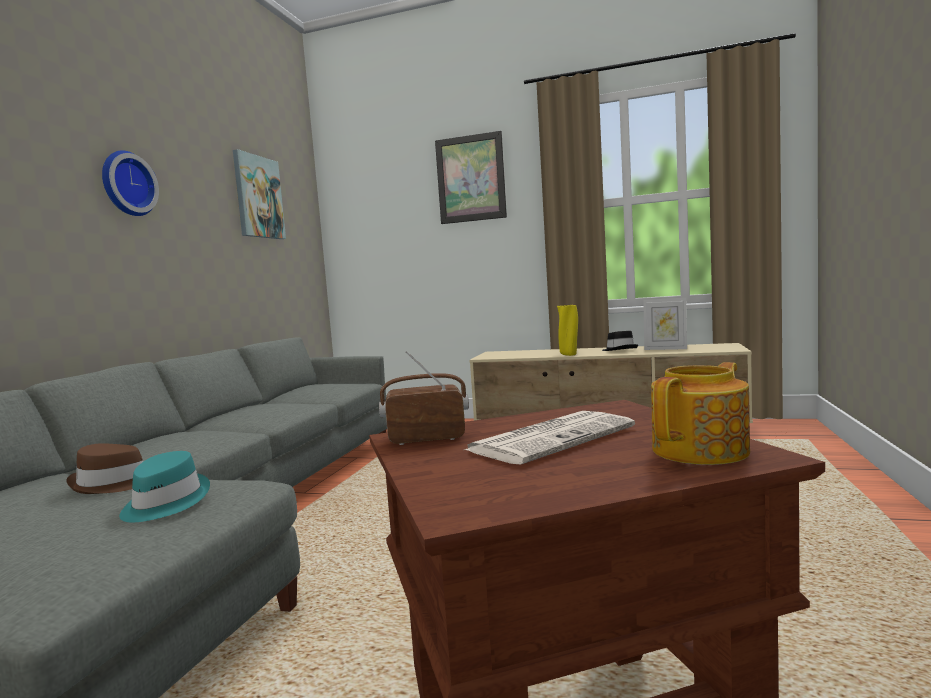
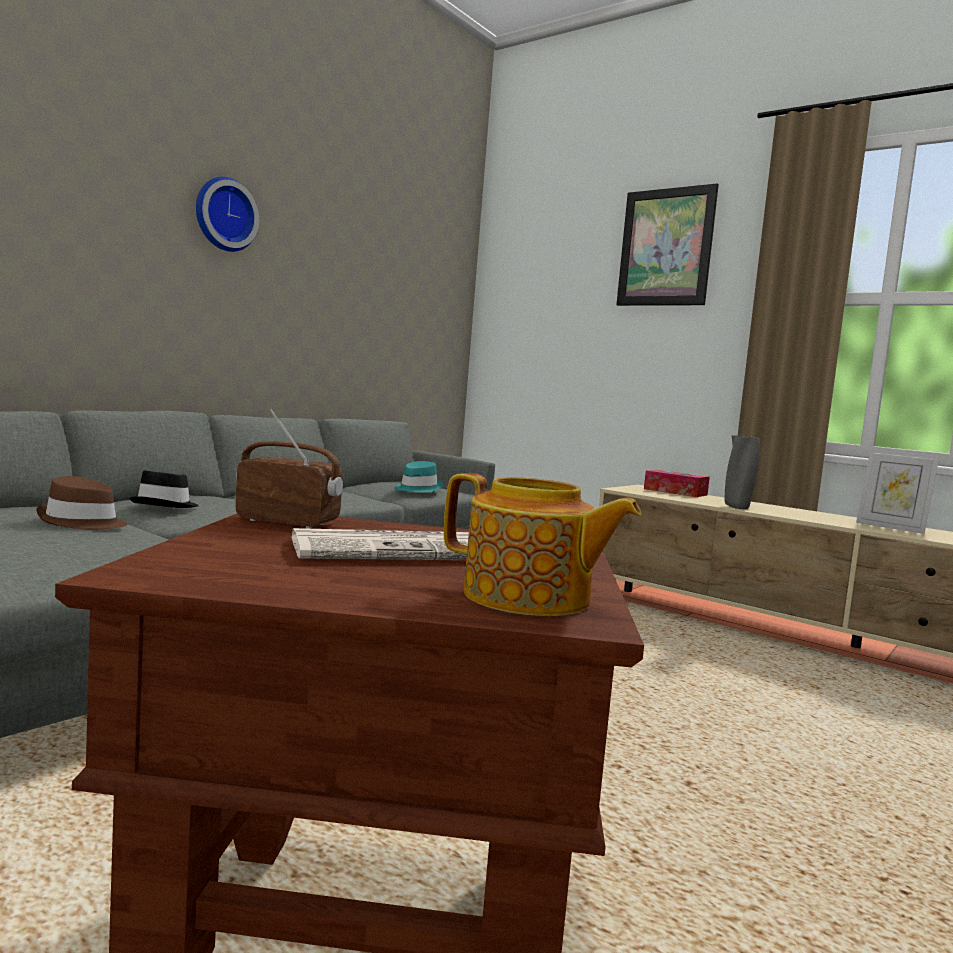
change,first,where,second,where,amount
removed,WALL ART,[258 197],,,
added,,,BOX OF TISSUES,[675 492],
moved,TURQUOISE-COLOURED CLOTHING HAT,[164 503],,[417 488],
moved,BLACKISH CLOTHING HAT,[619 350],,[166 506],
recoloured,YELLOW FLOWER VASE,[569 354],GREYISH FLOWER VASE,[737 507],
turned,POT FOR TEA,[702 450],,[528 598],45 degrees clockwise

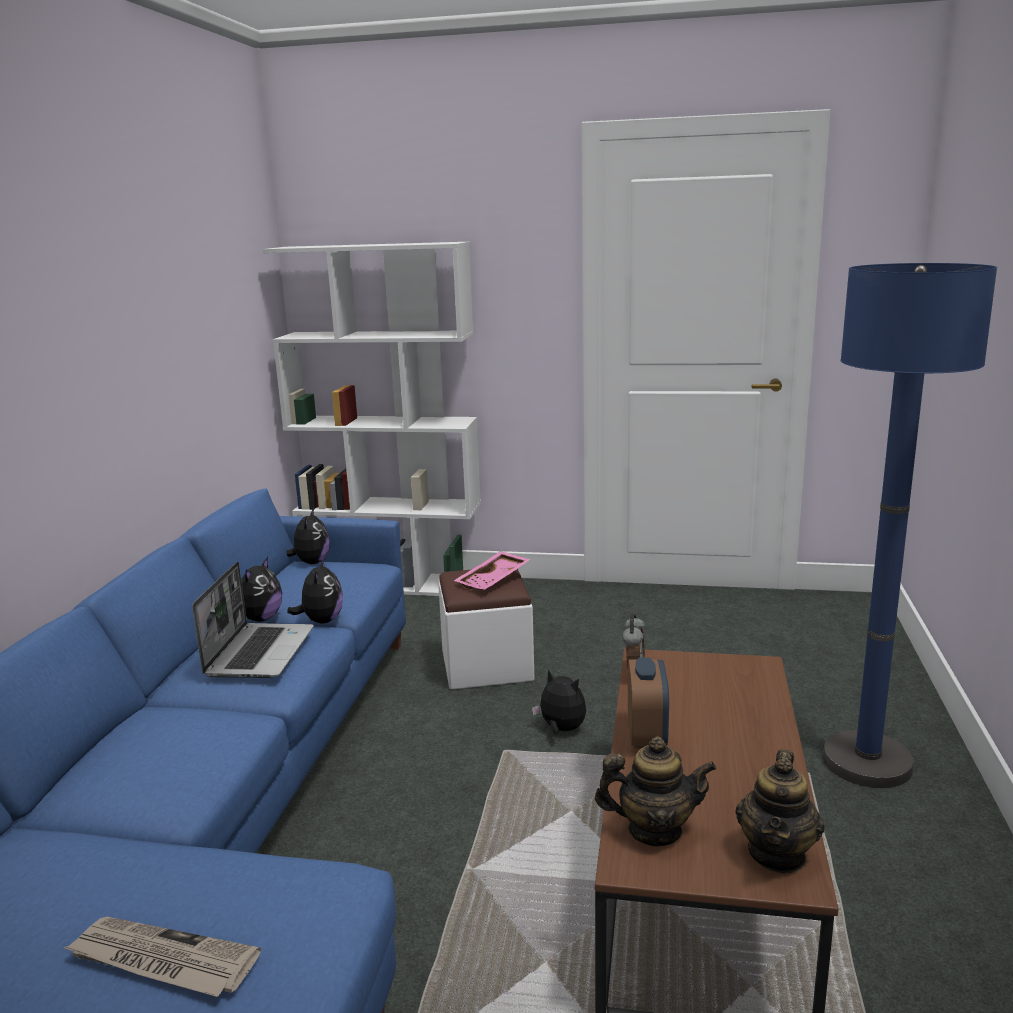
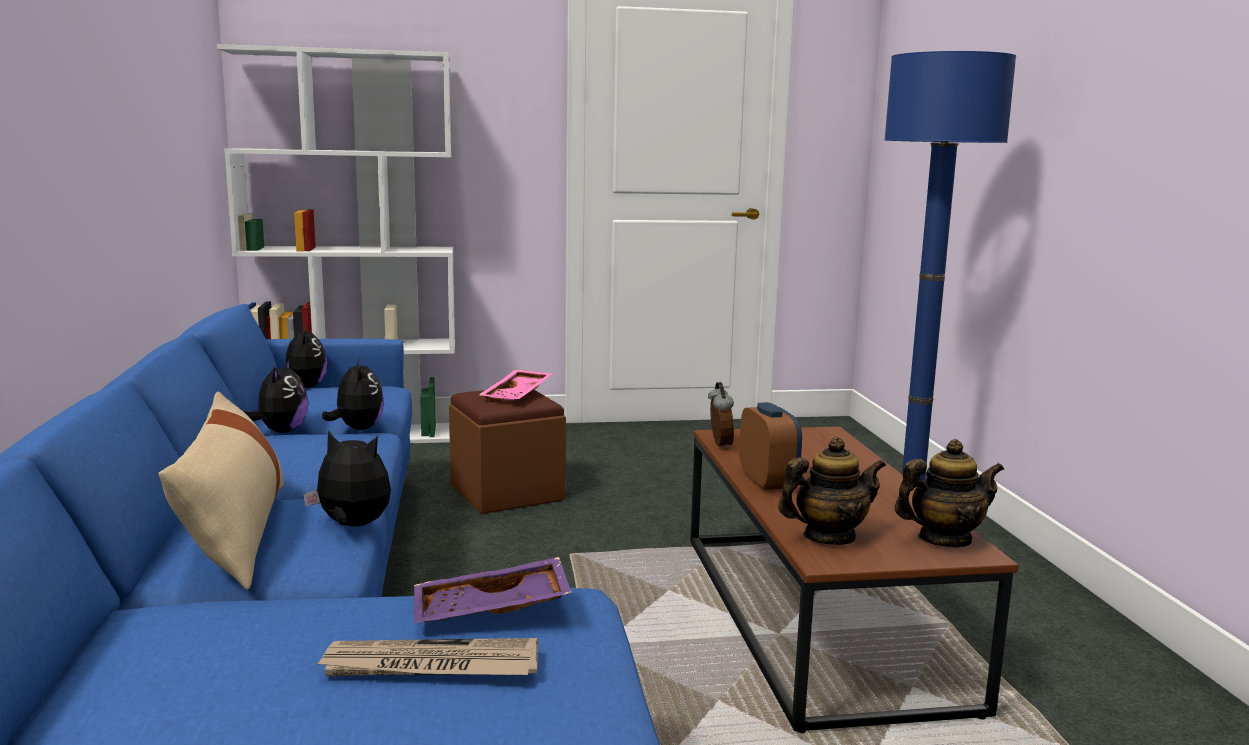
change,first,where,second,where,amount
removed,NOTEBOOK COMPUTER,[259 652],,,
added,,,BEIGE CUSHION,[235 532],
added,,,PURPLE-COLOURED TRAY,[491 611],
moved,SOFT TOY,[561 730],,[352 526],
recoloured,WHITE OTTOMAN,[486 665],BROWN-COLOURED OTTOMAN,[507 493],
turned,POT FOR TEA,[777 854],,[944 539],105 degrees counterclockwise

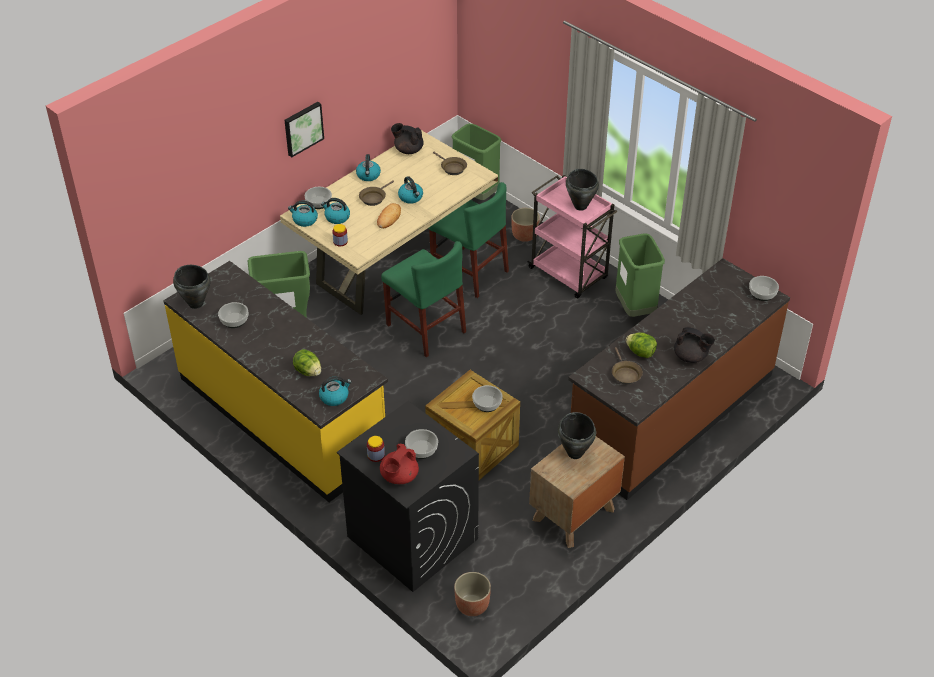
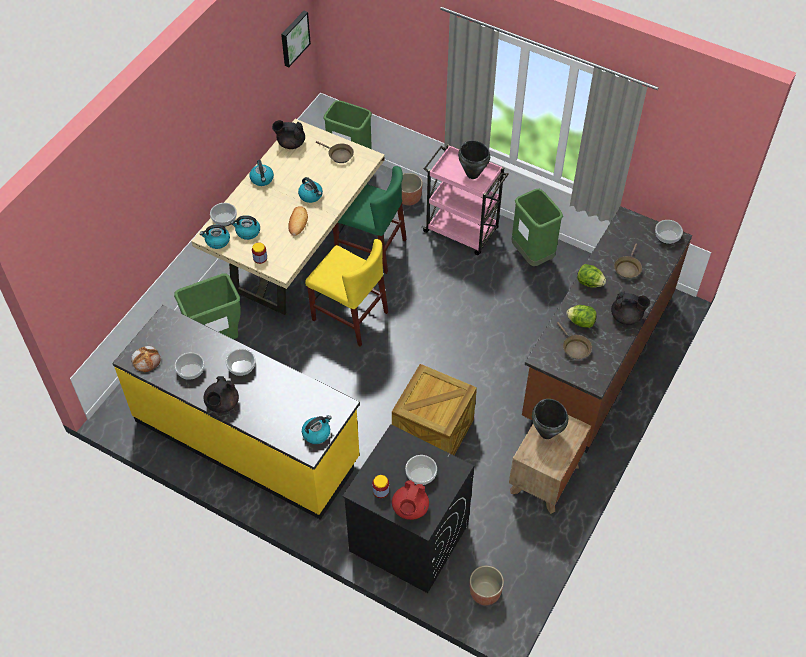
change,first,where,second,where,amount
added,,,BLACKISH POT FOR TEA,[222 404],
moved,WALL ART,[302 128],,[294 38],
moved,LETTUCE,[308 371],,[589 282],
moved,BROWN-COLOURED SKILLET,[374 198],,[627 268],
moved,SERVING BOWL,[487 404],,[241 367],
replaced,BLACKISH COOKING POT,[196 303],BAKED BREAD,[146 359],
recoloured,GREENISH PLAIN CHAIR,[425 328],YELLOW PLAIN CHAIR,[349 316],

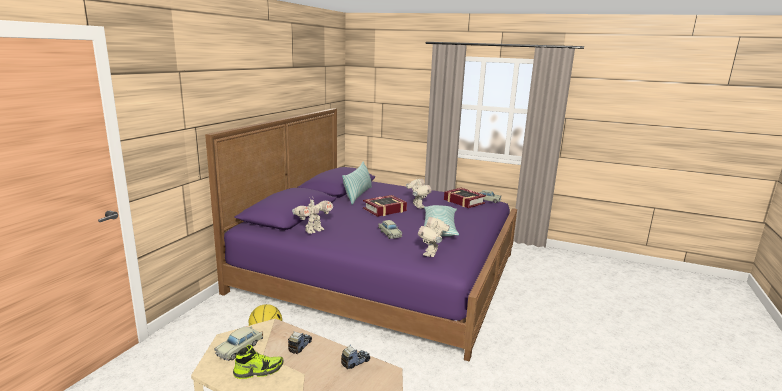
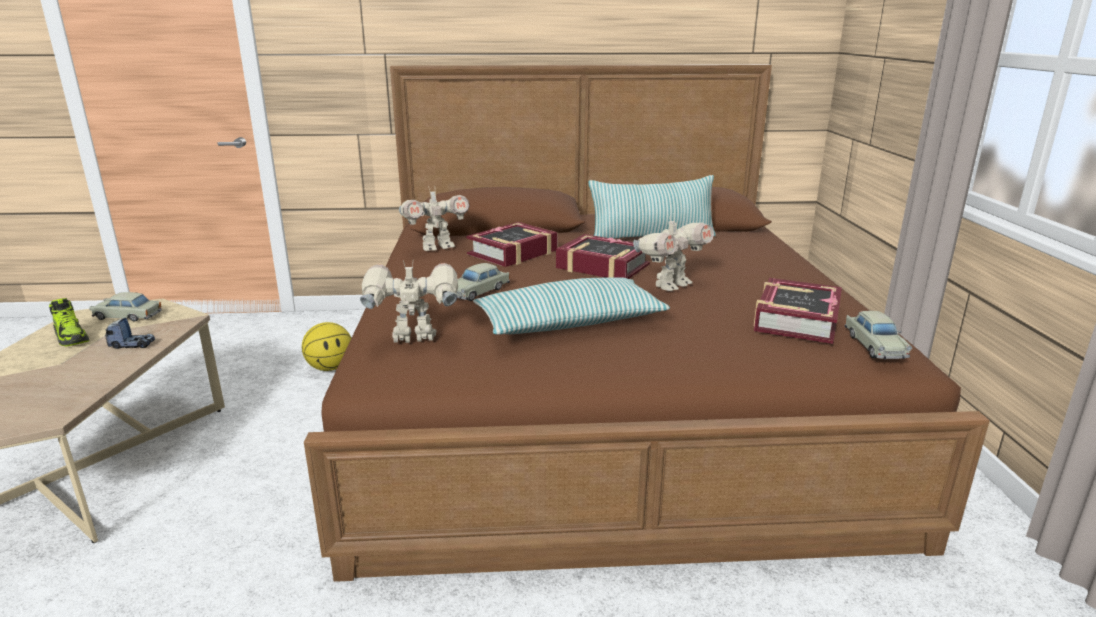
change,first,where,second,where,amount
removed,TOY TRUCK,[355 362],,,
added,,,VOLUME,[513 252],
recoloured,PURPLE-COLOURED BED,[381 271],BROWN-COLOURED BED,[601 396],
turned,TOY ROBOT,[313 230],,[437 247],45 degrees counterclockwise

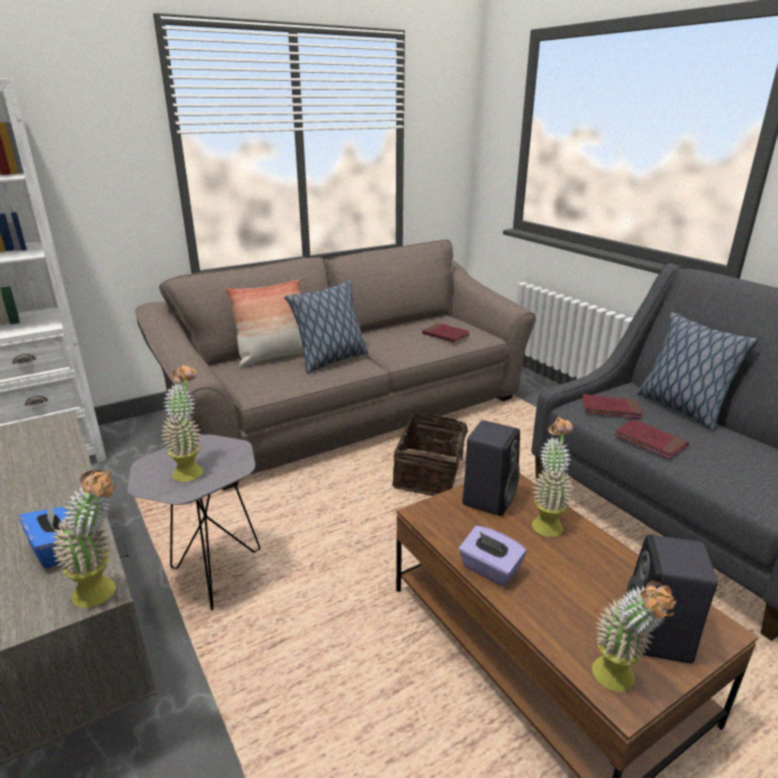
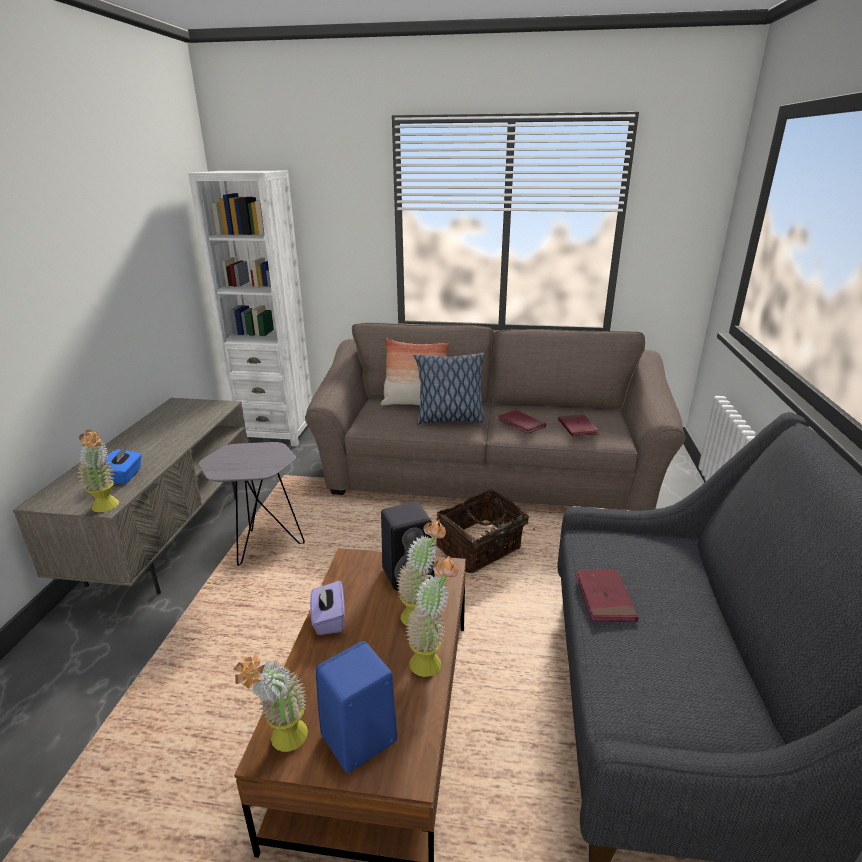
change,first,where,second,where,amount
removed,CUSHION,[680 408],,,
moved,POTTED PLANT,[191 469],,[431 659],
moved,RED-COLOURED VOLUME,[610 409],,[521 424],
recoloured,BLACKISH AUDIO SPEAKER,[658 637],BLUE-COLOURED AUDIO SPEAKER,[357 740],

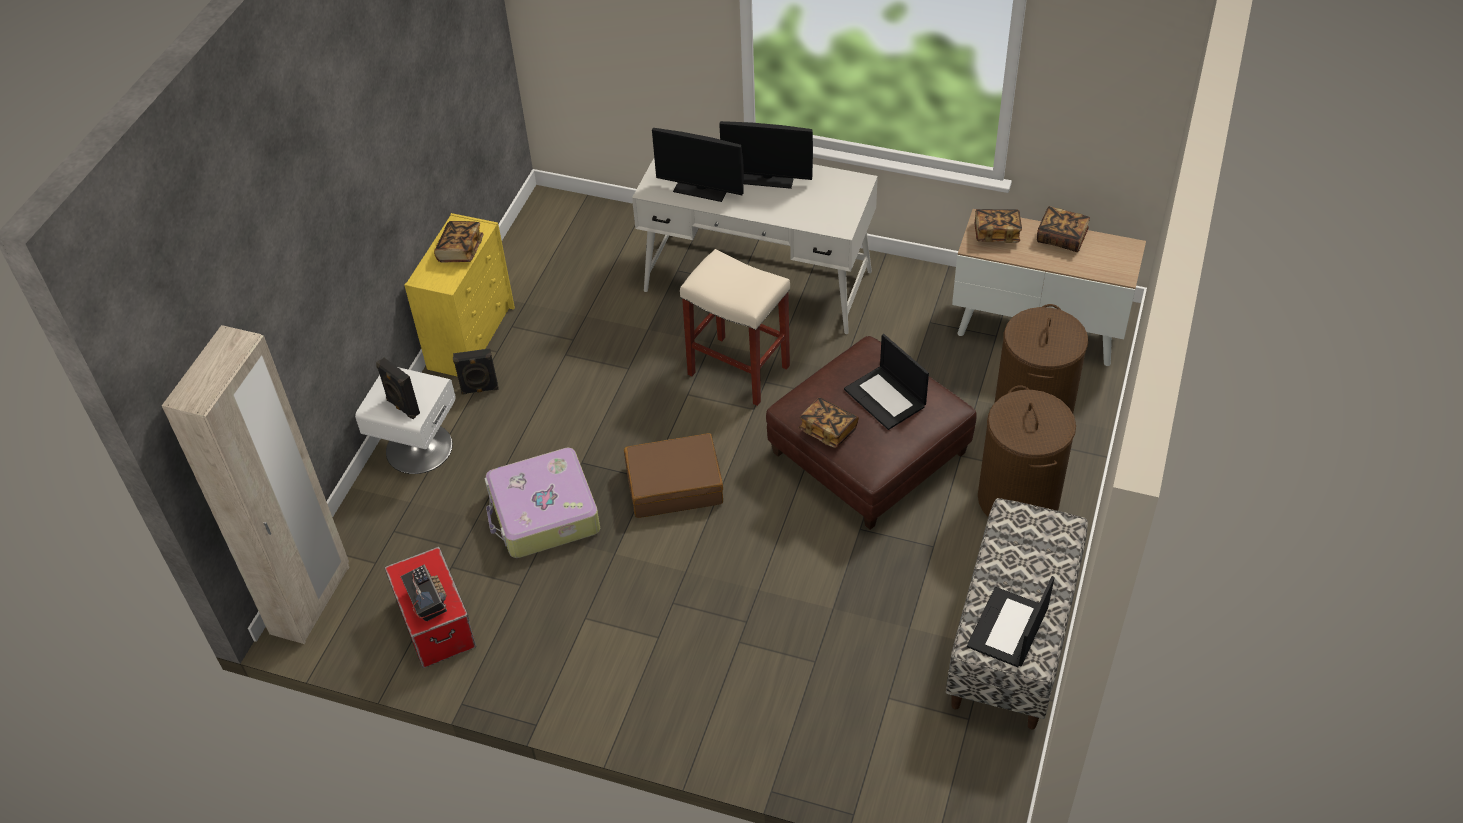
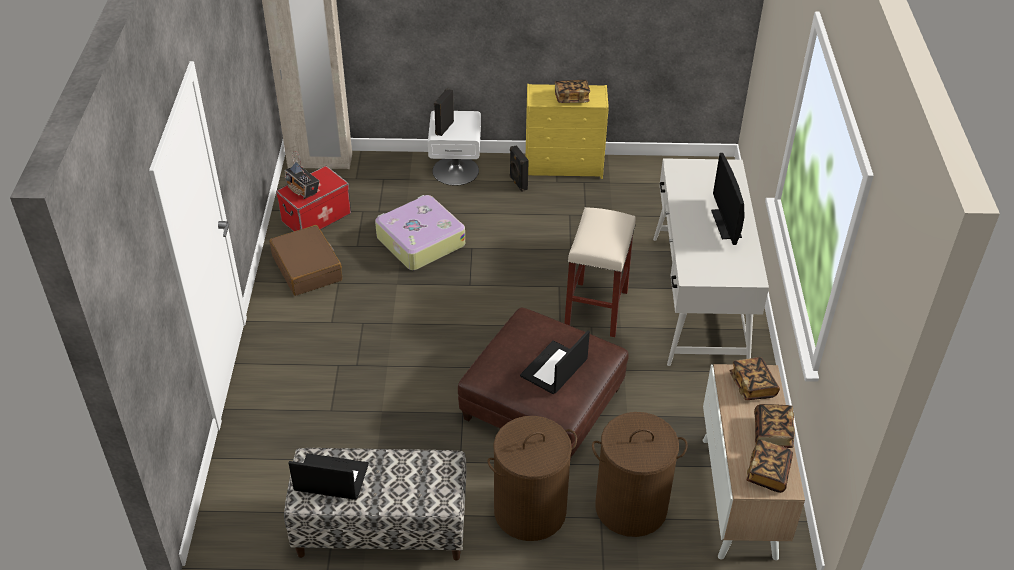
change,first,where,second,where,amount
removed,MONITOR,[701 189],,,
moved,BROWN-COLOURED SUITCASE,[674 485],,[307 268],
moved,VOLUME,[828 430],,[768 473],
turned,RADIO SET,[428 602],,[302 190],90 degrees clockwise

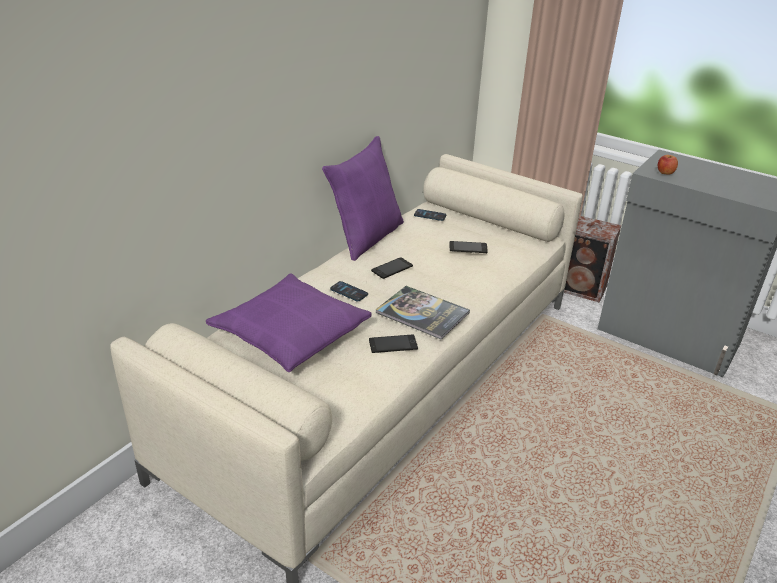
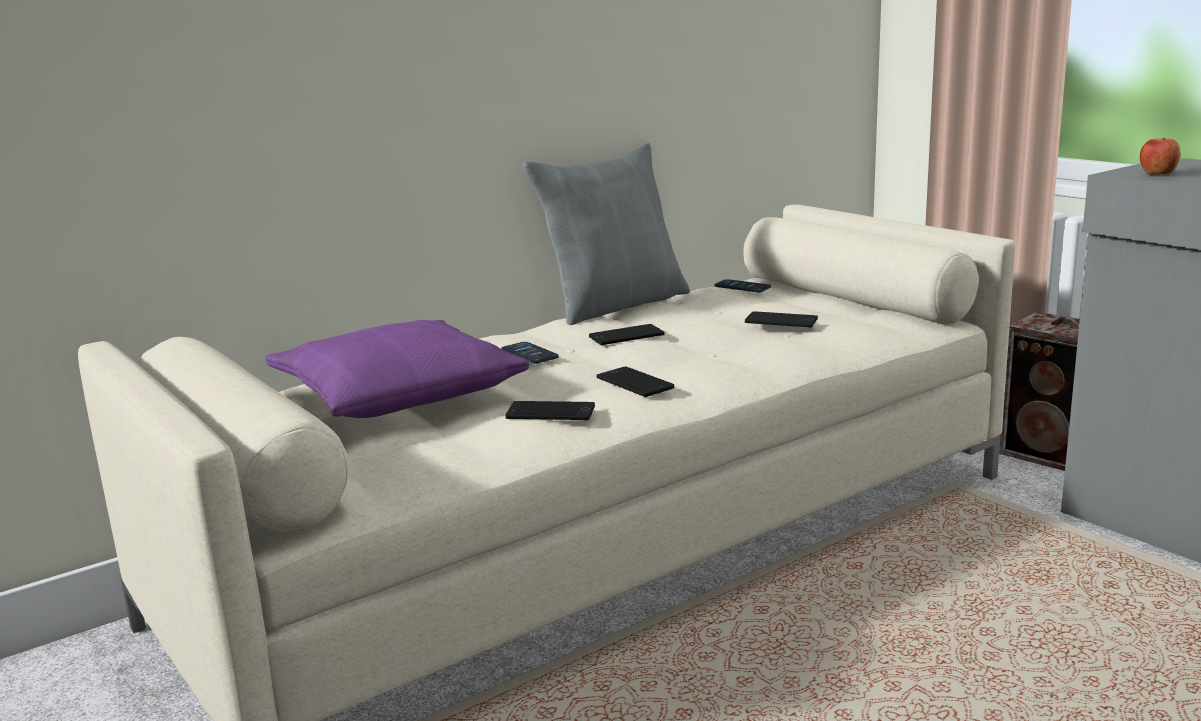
change,first,where,second,where,amount
replaced,VOLUME,[422 313],TELEPHONE,[634 383],
recoloured,PURPLE-COLOURED CUSHION,[366 237],GREYISH CUSHION,[614 305],

